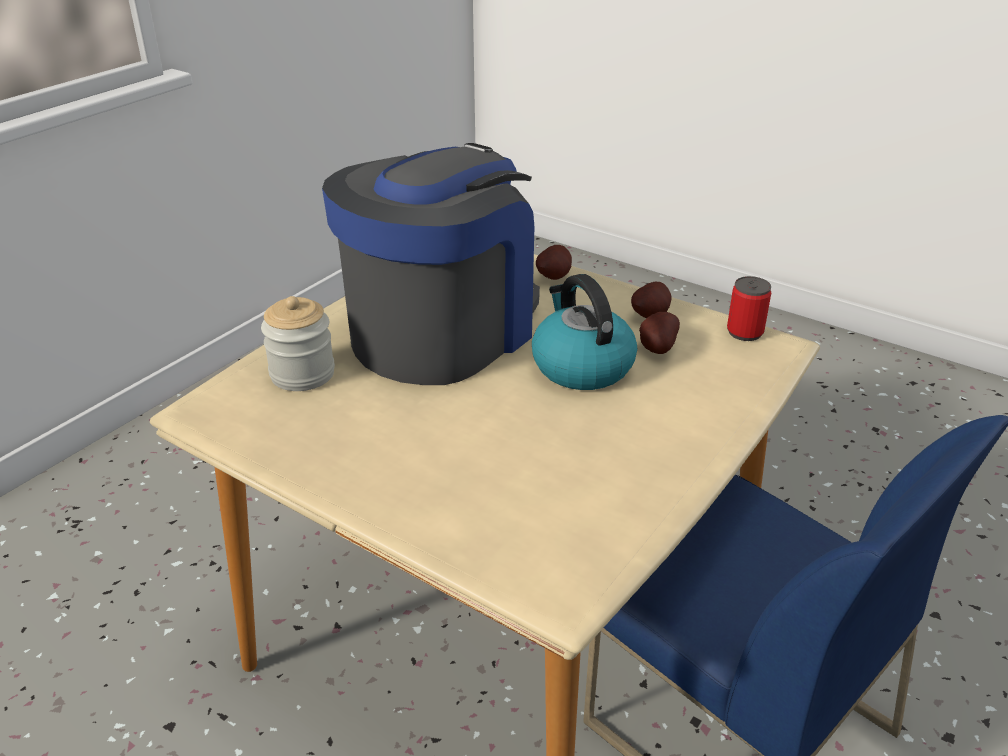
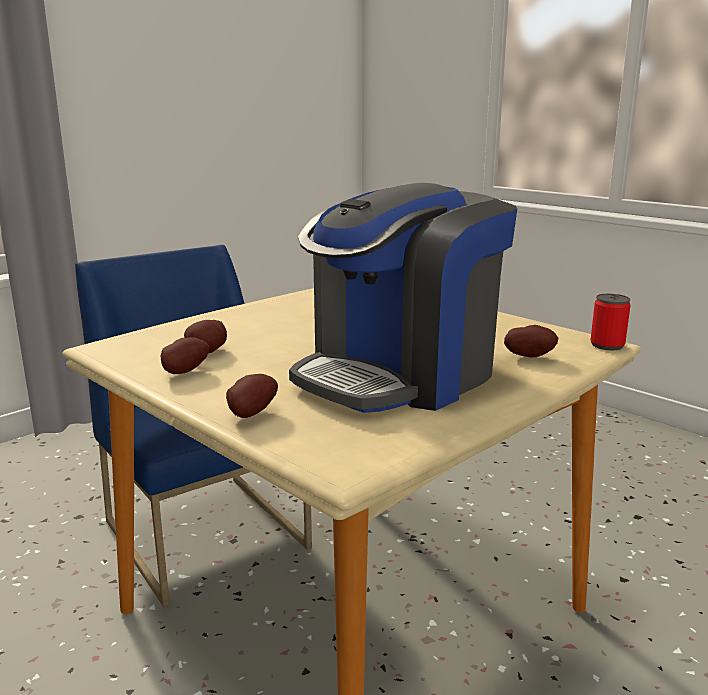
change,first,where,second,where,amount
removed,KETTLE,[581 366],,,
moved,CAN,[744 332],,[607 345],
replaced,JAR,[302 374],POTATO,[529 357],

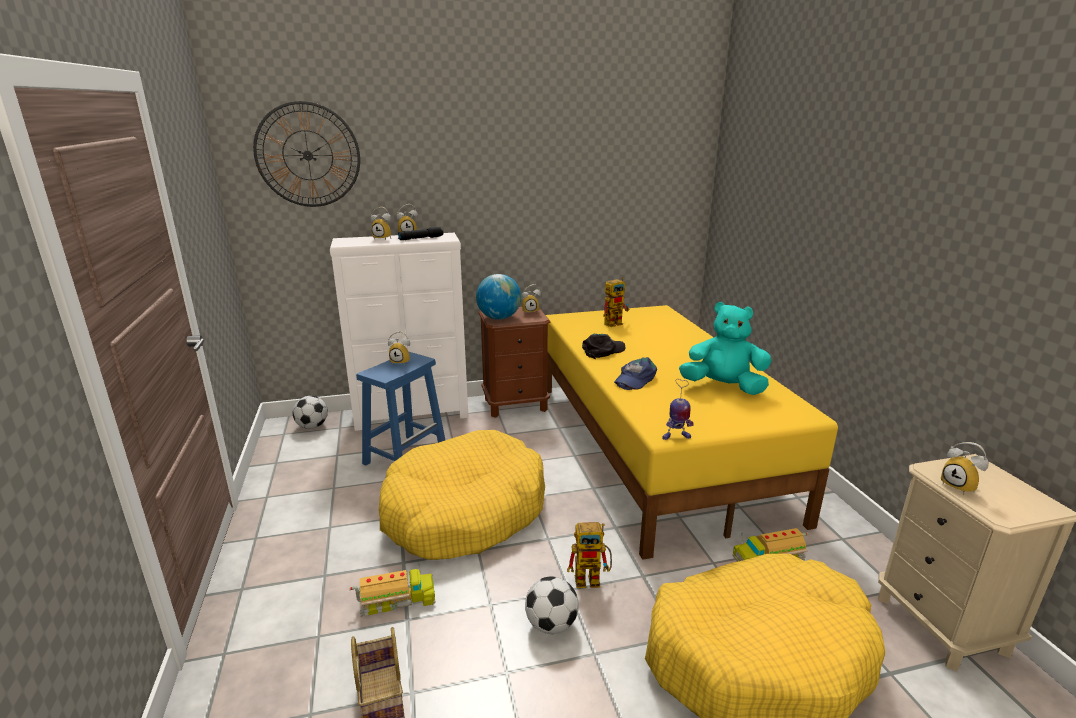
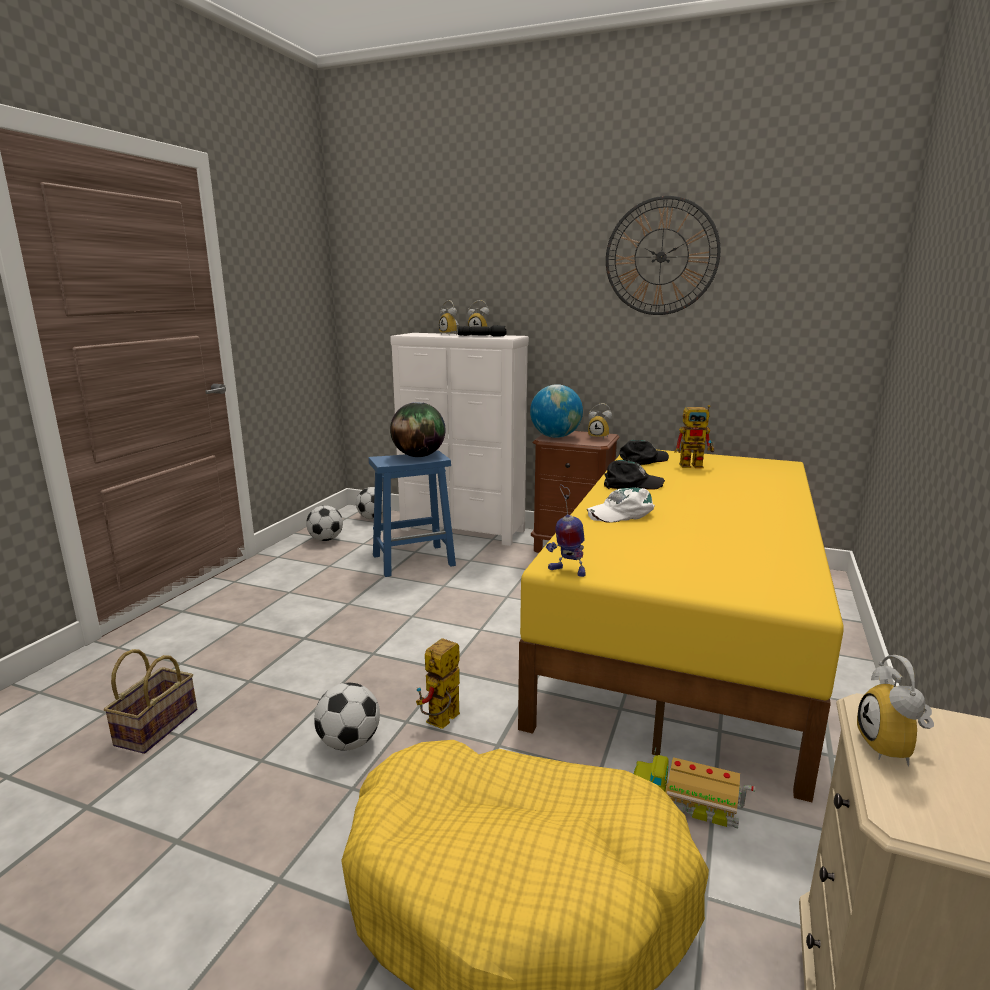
change,first,where,second,where,amount
removed,TOY TRUCK,[397 600],,,
removed,YELLOW DOG CUSHION,[464 511],,,
removed,TURQUOISE-COLOURED SOFT TOY,[723 387],,,
added,,,FOOTBALL BALL,[326 539],
added,,,BLACKISH BASEBALL CAP,[643 460],
moved,WALL CLOCK,[308 155],,[661 257],
replaced,BEDSIDE CLOCK,[402 362],GLOBE,[419 456],
recoloured,BLUE-COLOURED BASEBALL CAP,[634 379],WHITE BASEBALL CAP,[621 513],
turned,TOY ROBOT,[593 579],,[441 723],90 degrees clockwise

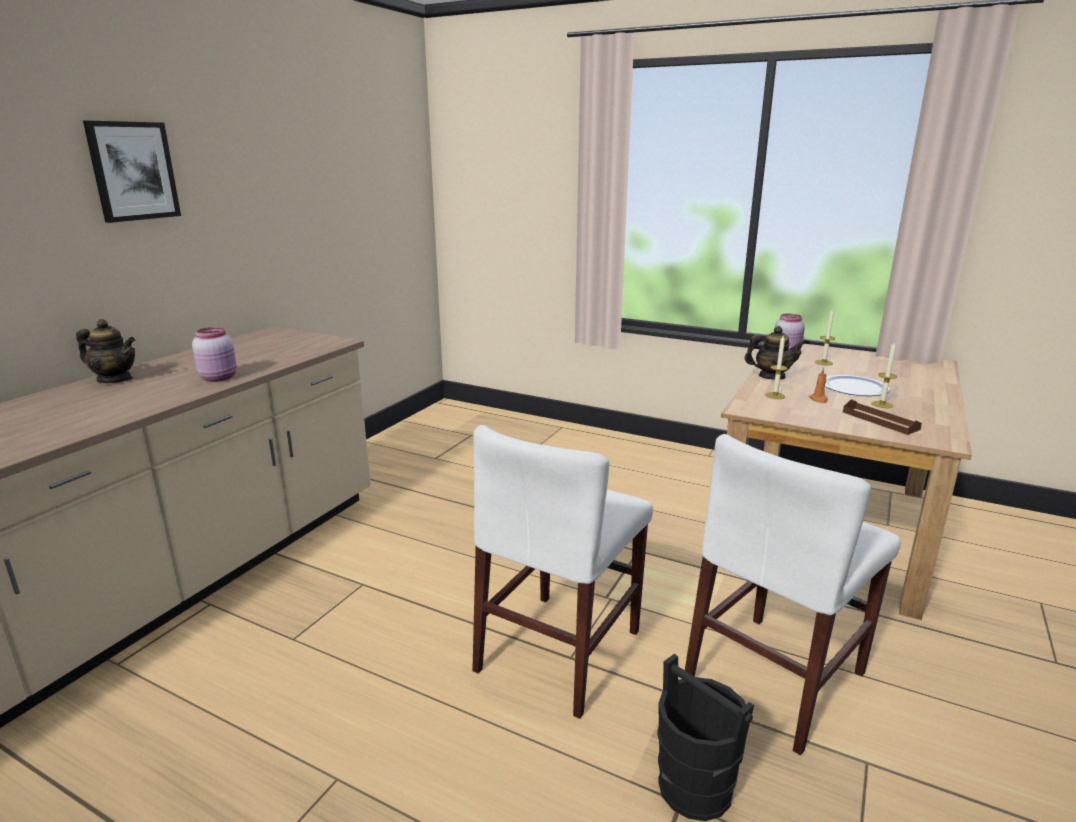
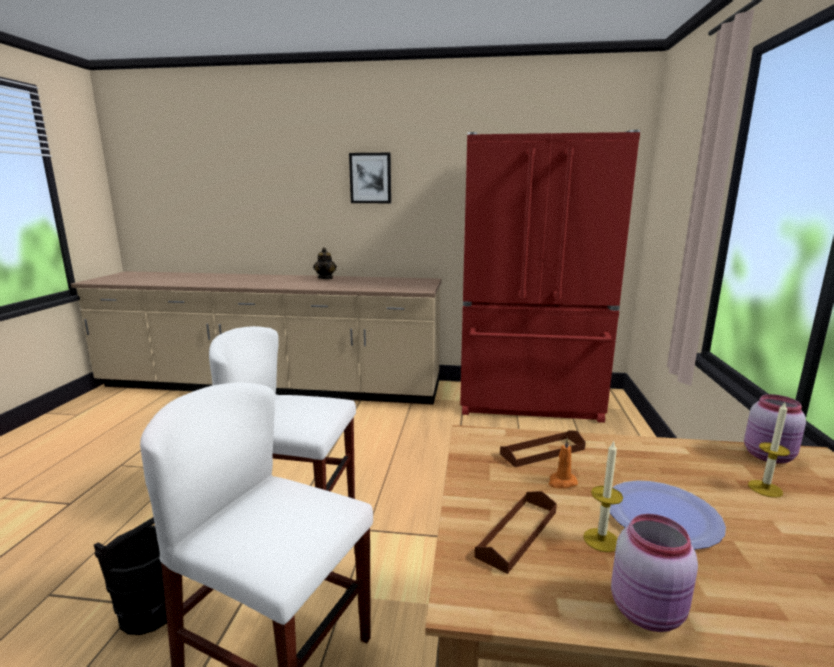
change,first,where,second,where,amount
removed,POT FOR TEA,[771 376],,,
added,,,RED-COLOURED FRIDGE,[529 402],
moved,PINK-COLOURED JAR,[219 378],,[649 612],
replaced,WAX LIGHT,[775 396],BROWN-COLOURED TRAY,[542 451],

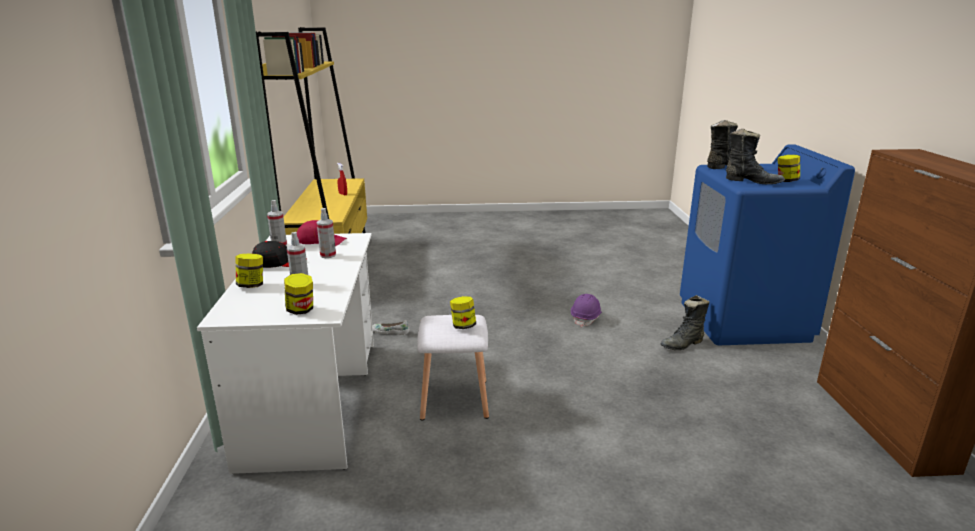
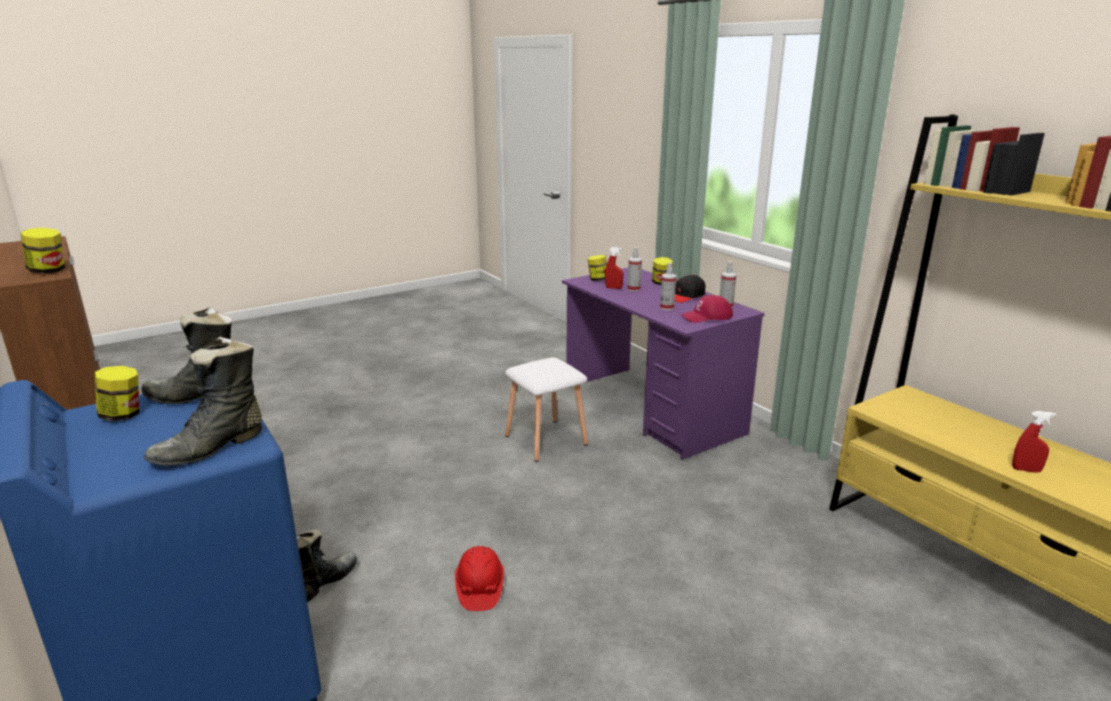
change,first,where,second,where,amount
removed,WHITE SHOE,[390 331],,,
added,,,RED-COLOURED SPRAYER,[613 288],
moved,JAR,[463 326],,[48 271],
recoloured,WHITE DESK UNIT,[314 400],PURPLE-COLOURED DESK UNIT,[651 410],
recoloured,PURPLE-COLOURED WORK HELMET,[586 318],RED-COLOURED WORK HELMET,[479 589],

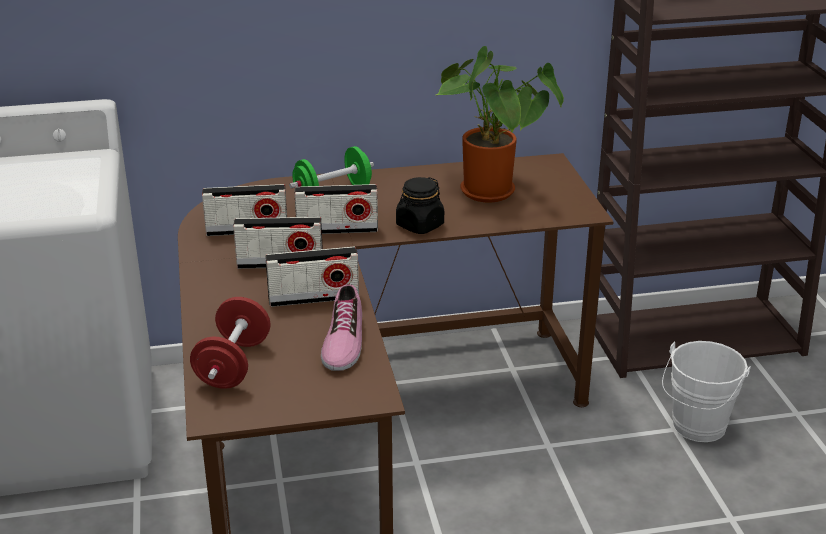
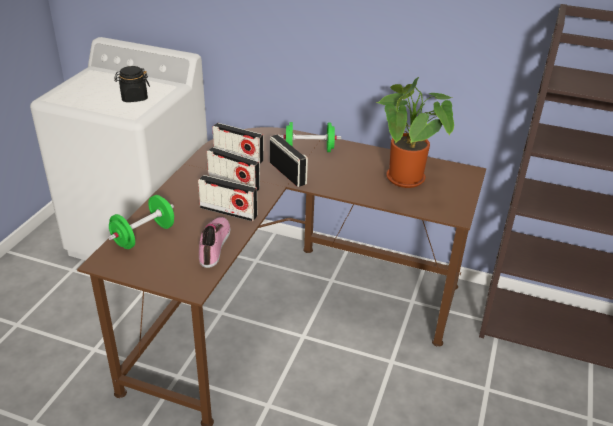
change,first,where,second,where,amount
removed,WHITE BUCKET,[696 429],,,
moved,BLACKISH JAR,[419 225],,[134 98],
recoloured,RED-COLOURED HAND WEIGHT,[233 365],GREENISH HAND WEIGHT,[144 236],
turned,RADIO SET,[337 230],,[287 173],150 degrees counterclockwise
turned,SHOE,[342 341],,[215 245],150 degrees clockwise

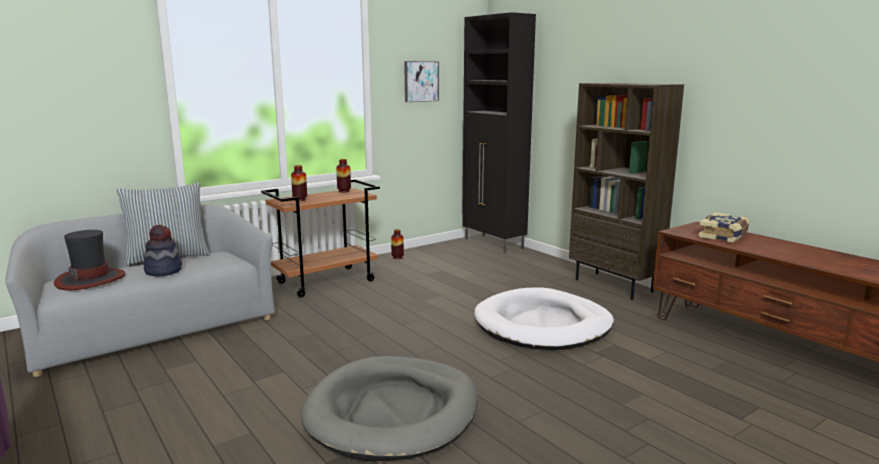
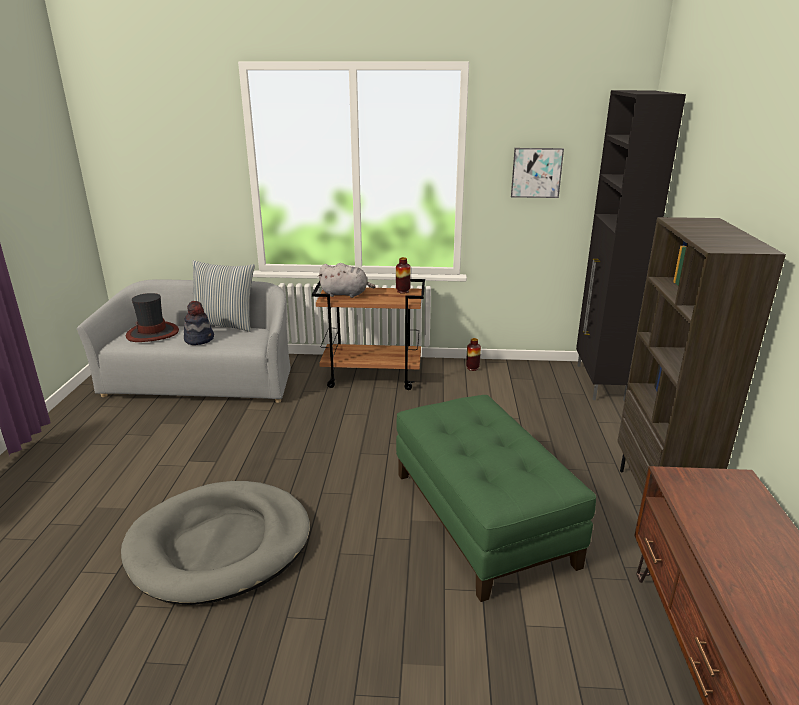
change,first,where,second,where,amount
removed,VOLUME,[724 236],,,
replaced,FLOWER VASE,[300 200],GREYISH SOFT TOY,[346 294],
replaced,WHITE DOG CUSHION,[543 325],GREENISH OTTOMAN,[482 517],

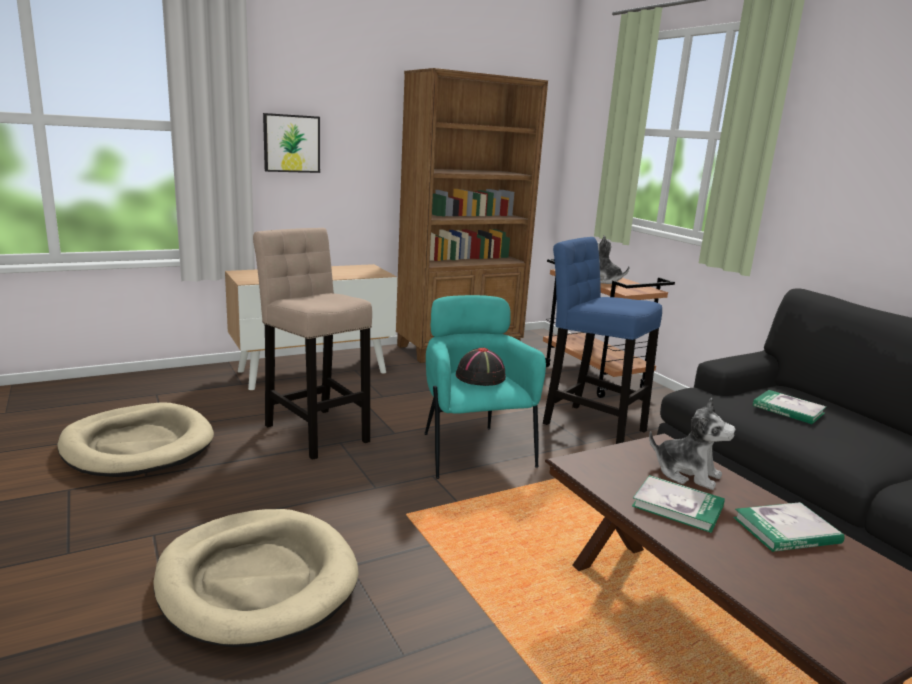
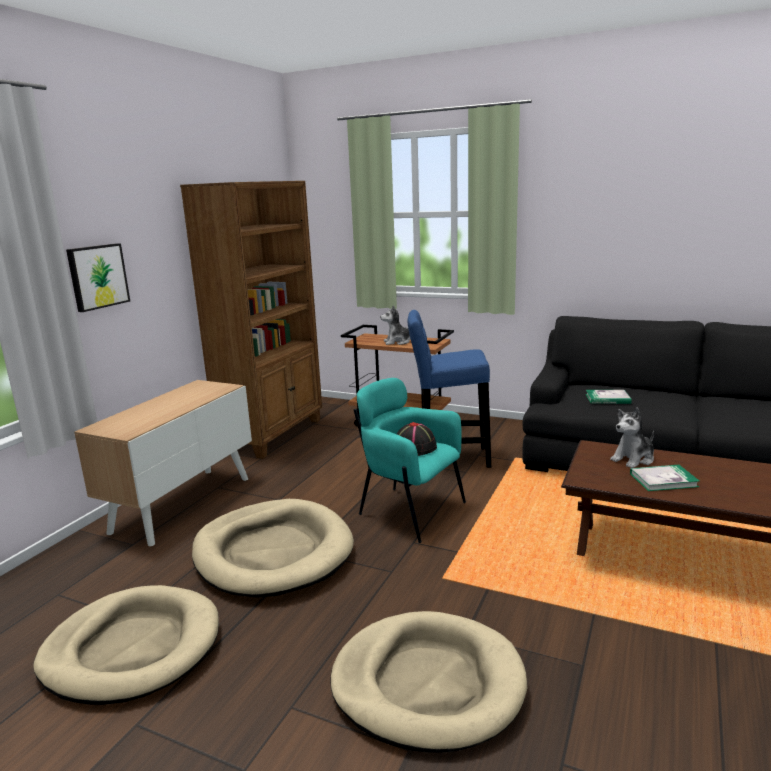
change,first,where,second,where,amount
removed,VOLUME,[786 530],,,
replaced,BEIGE STOOL SEAT,[315 430],BEIGE DOG CUSHION,[273 552],
turned,SOFT TOY,[687 473],,[633 459],150 degrees clockwise

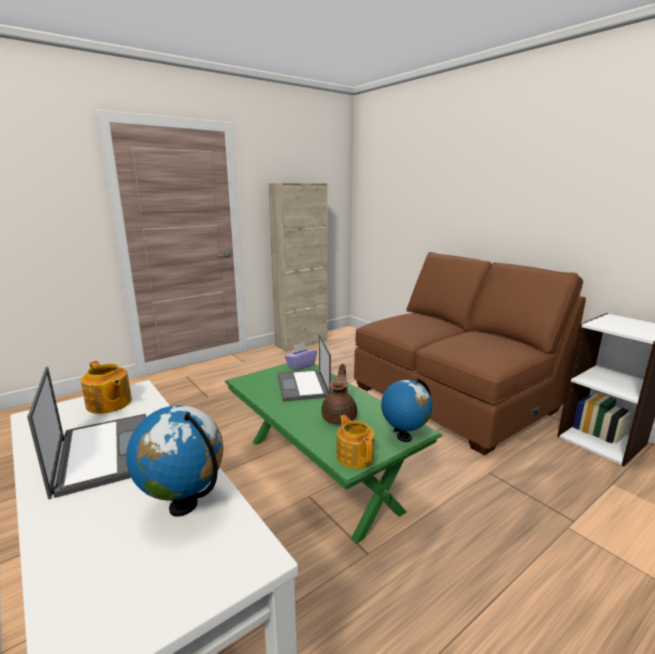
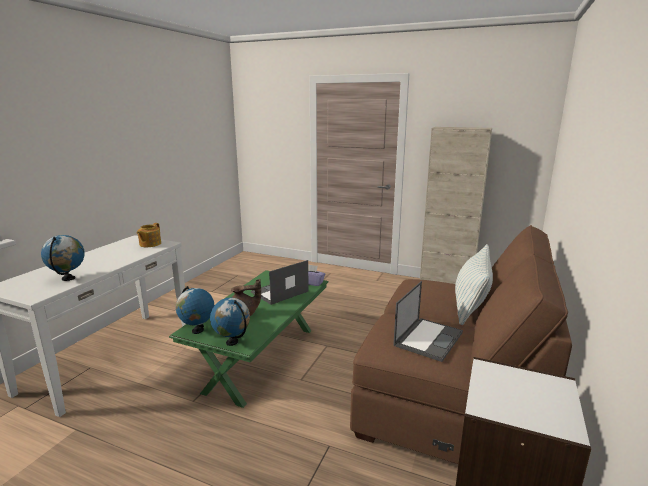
change,first,where,second,where,amount
added,,,CUSHION,[471 304],
moved,NOTEBOOK COMPUTER,[103 452],,[428 338],
replaced,POT FOR TEA,[355 456],GLOBE,[197 331],

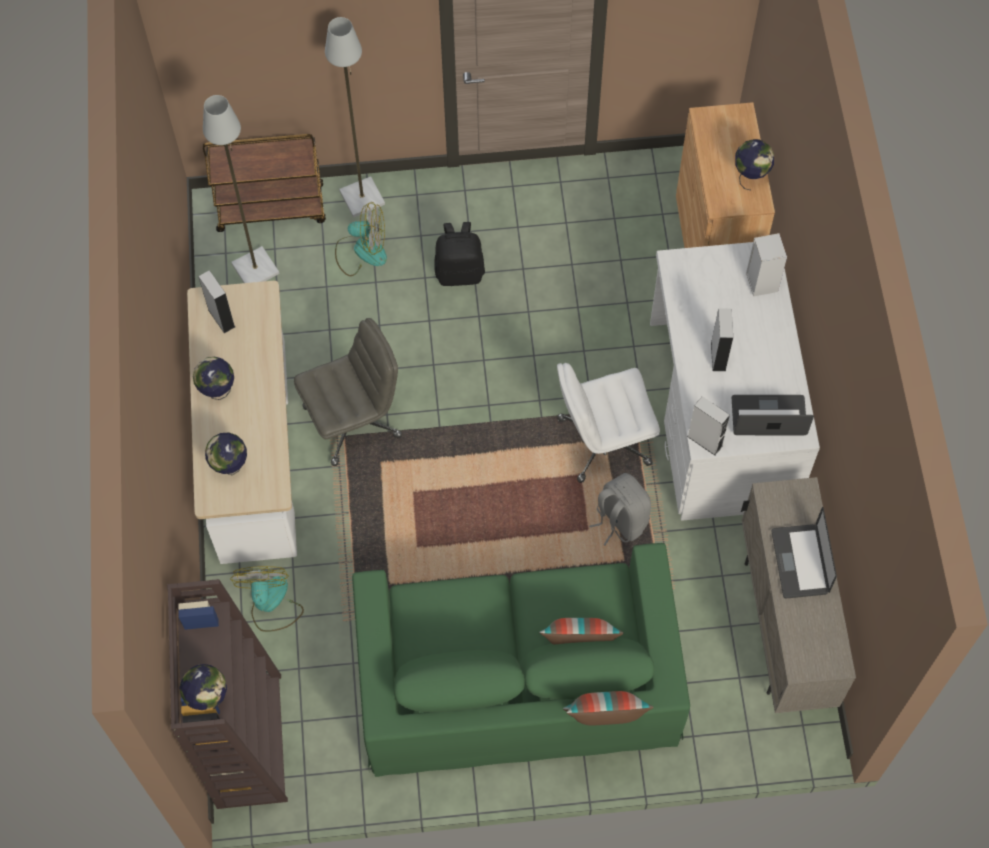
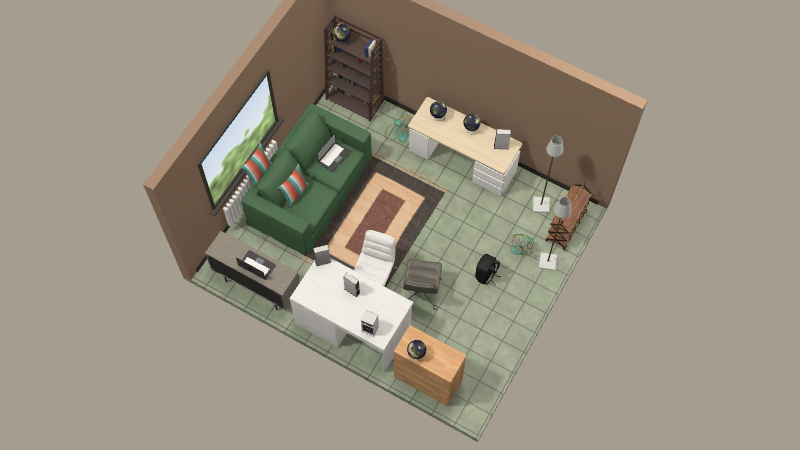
change,first,where,second,where,amount
removed,GREYISH RUCKSACK,[619 520],,,
moved,GREYISH DESK CHAIR,[353 420],,[421 292],
moved,NOTEBOOK COMPUTER,[768 417],,[334 157],

